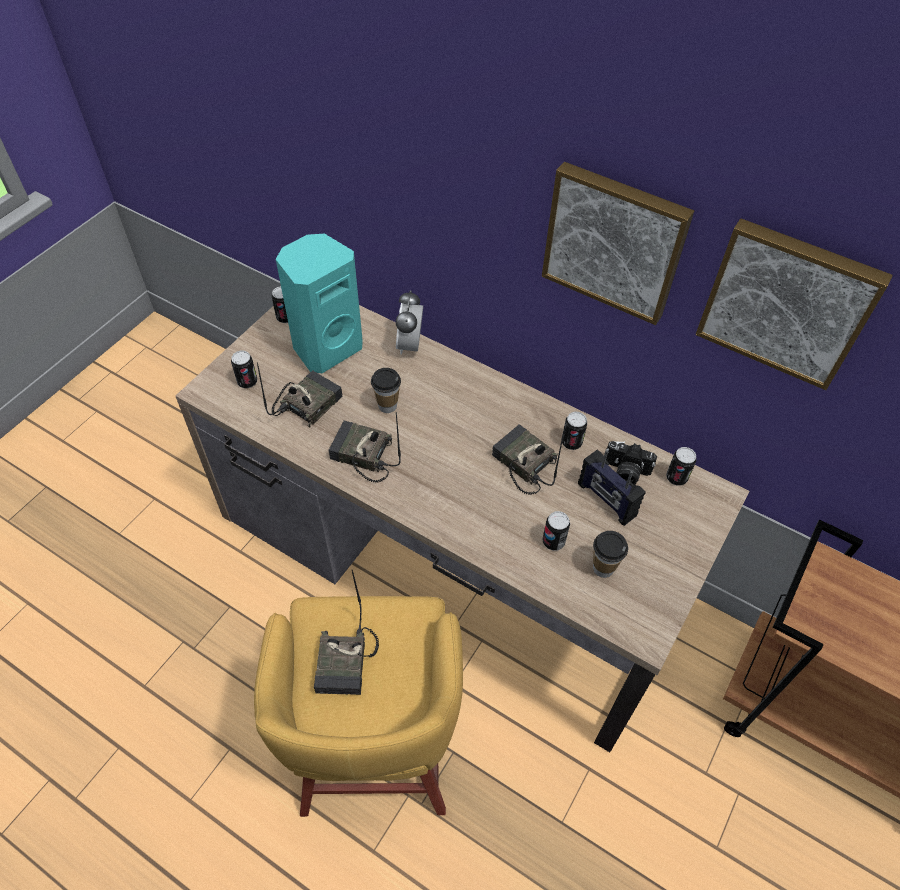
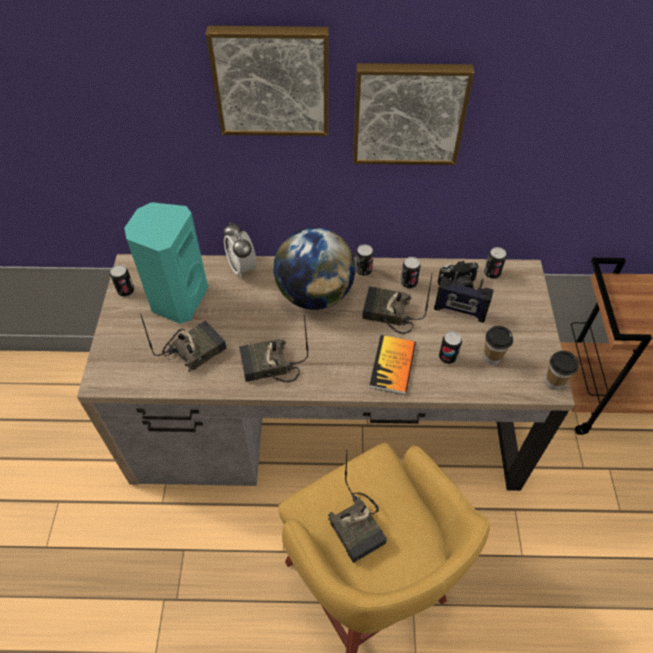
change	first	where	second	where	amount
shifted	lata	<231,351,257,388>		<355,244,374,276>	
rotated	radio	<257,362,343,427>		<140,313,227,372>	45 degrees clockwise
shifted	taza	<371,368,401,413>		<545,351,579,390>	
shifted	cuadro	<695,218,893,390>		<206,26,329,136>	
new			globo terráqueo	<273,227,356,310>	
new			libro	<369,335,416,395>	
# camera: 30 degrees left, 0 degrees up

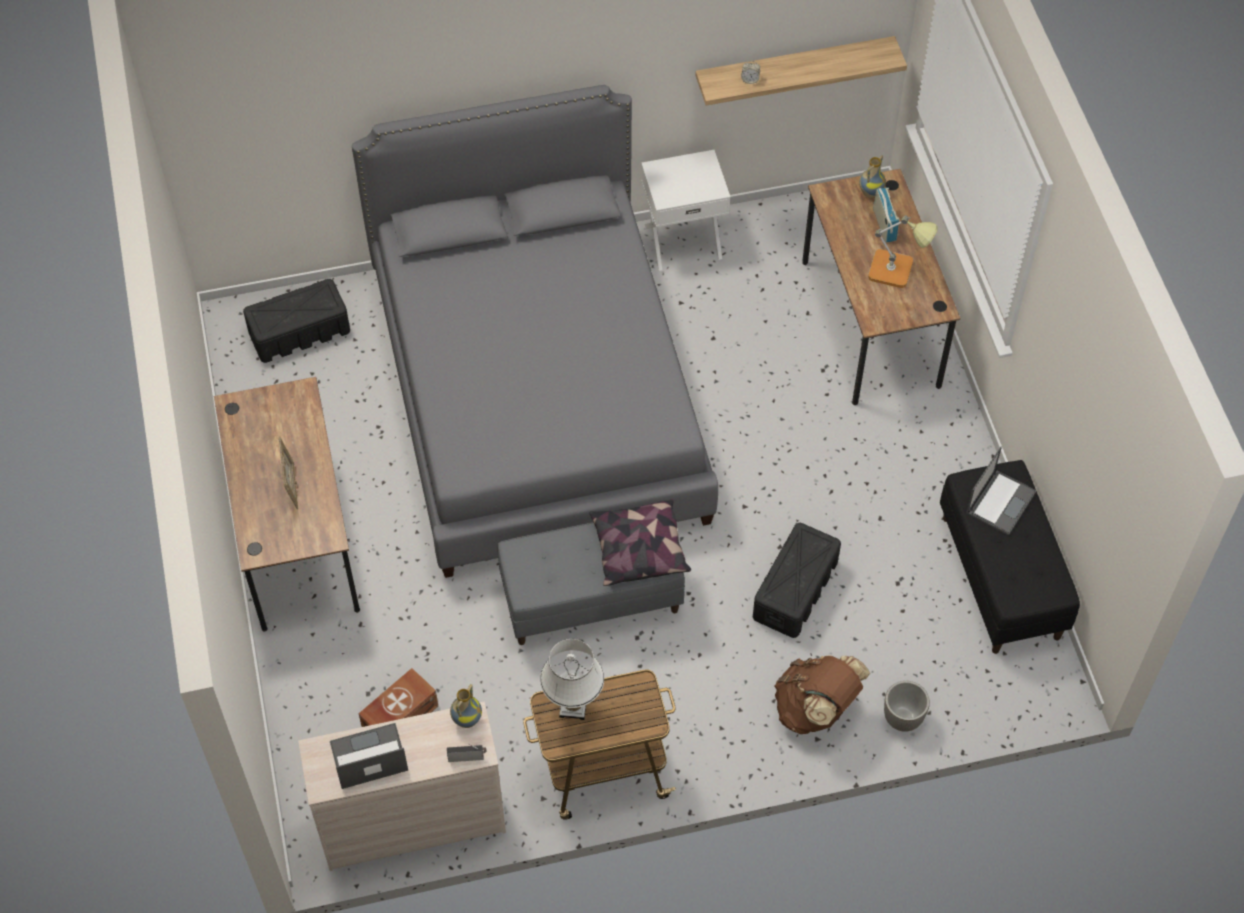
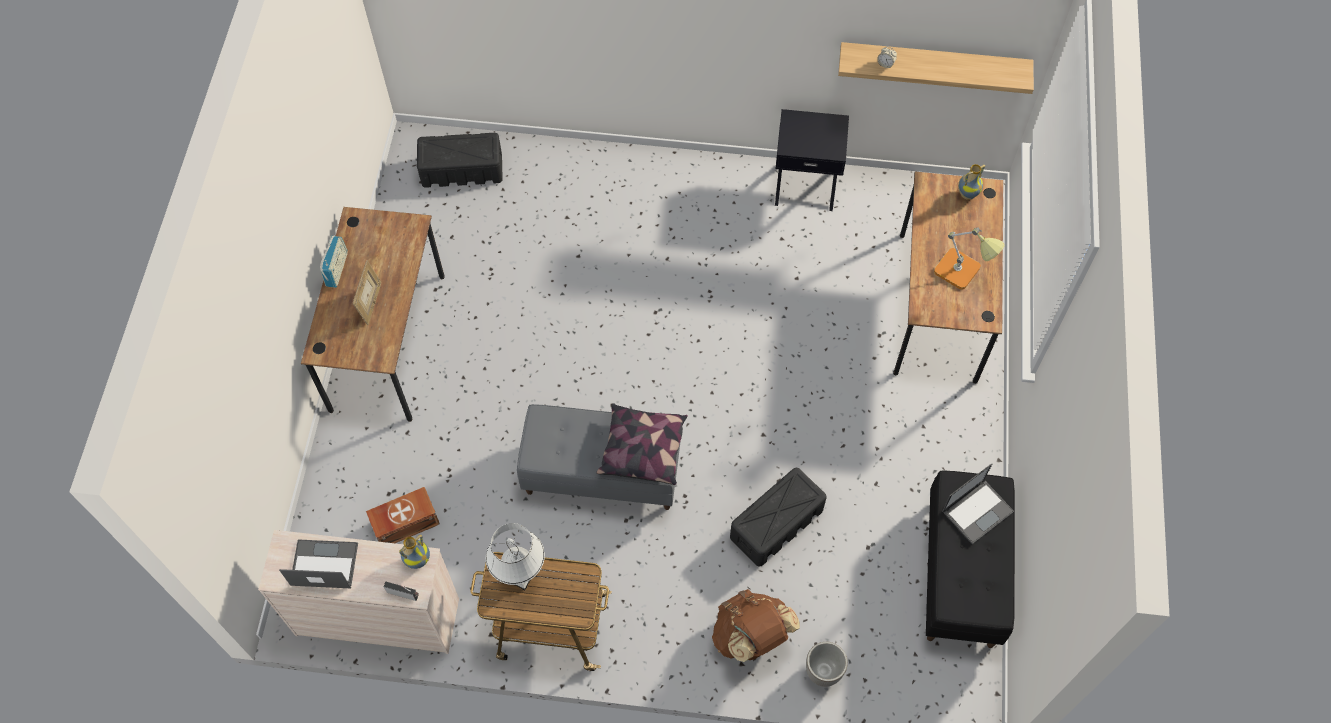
change	first	where	second	where	amount
gone	cama [gris]	<352,85,718,578>			
repainted	mesita de noche [blanco]	<641,150,730,271>	mesita de noche [negro]	<775,109,849,211>	
shifted	radio	<873,187,899,243>		<320,235,348,288>	
# camera: 20 degrees right, 5 degrees up

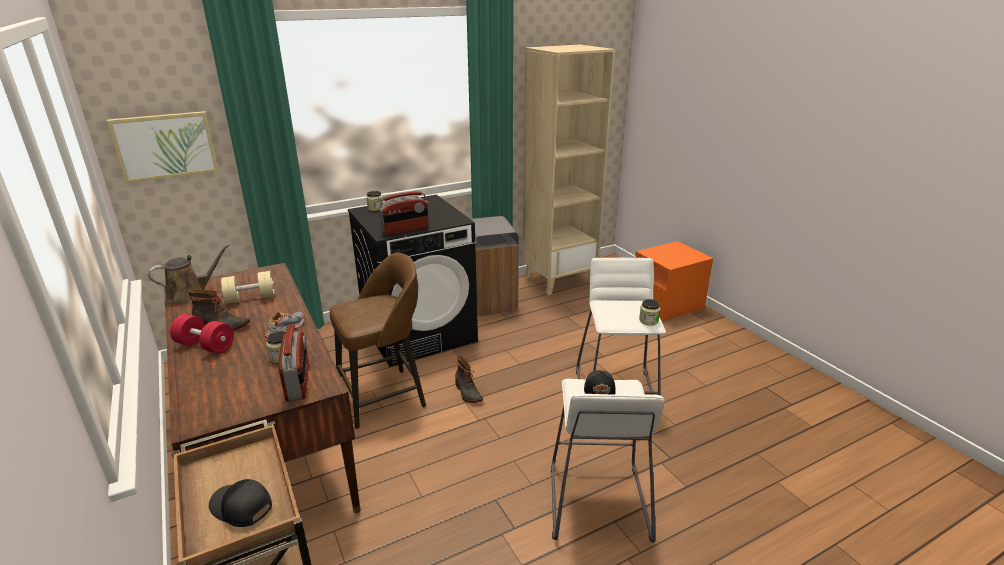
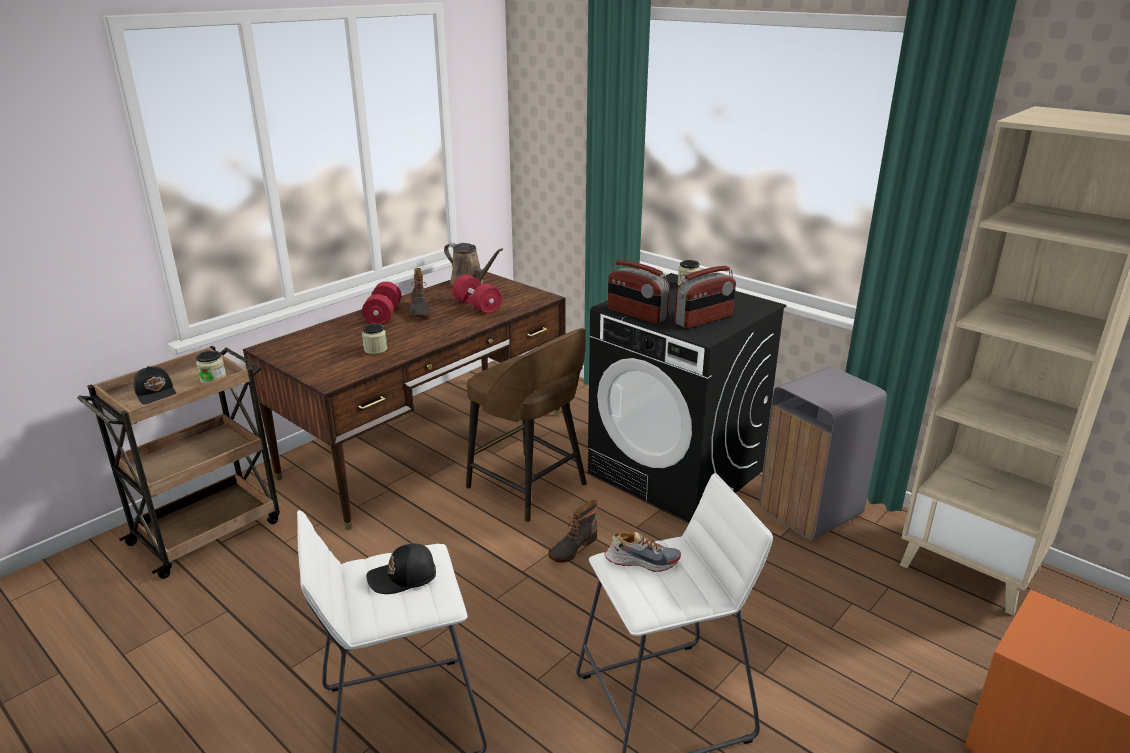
change	first	where	second	where	amount
gone	cuadro	<107,111,219,183>			
rotated	gorra [negro]	<209,479,272,527>		<134,366,177,405>	135 degrees clockwise
repainted	mancuerna [beis]	<221,271,275,304>	mancuerna [rojo]	<452,274,502,314>	
shifted	zapato	<265,312,304,338>		<604,532,681,572>	
shifted	radio	<279,324,309,401>		<675,266,736,329>	
shifted	tarro	<639,299,660,326>		<196,351,227,384>	
# camera: 70 degrees right, 0 degrees up

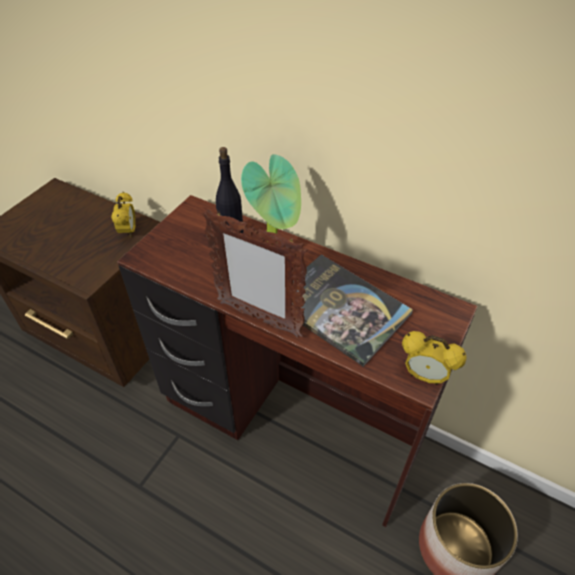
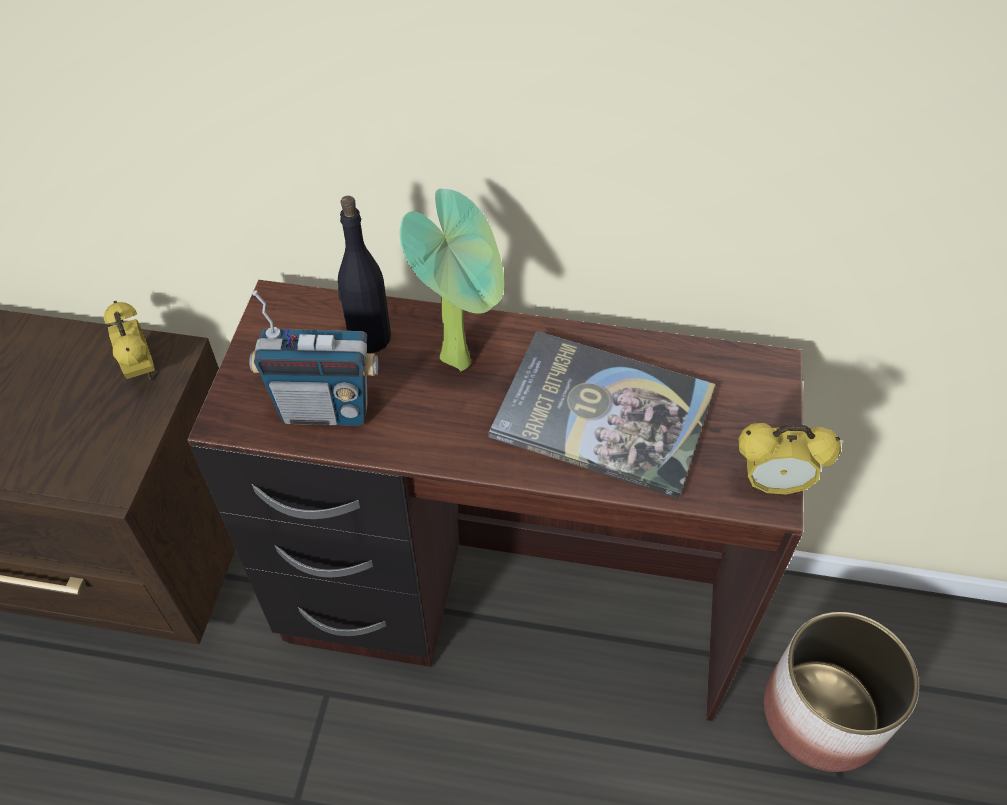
change	first	where	second	where	amount
gone	portarretratos	<202,209,308,338>			
new			radio	<249,290,378,426>	
# camera: 20 degrees left, 5 degrees up

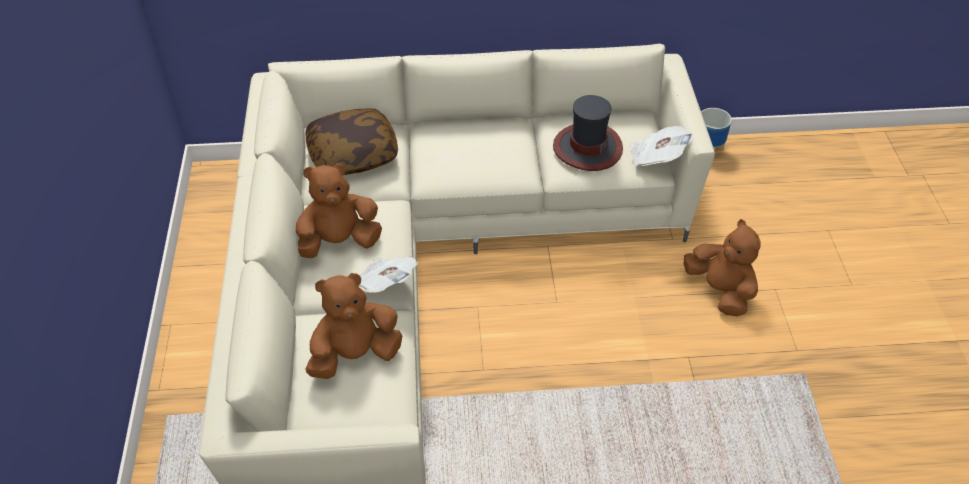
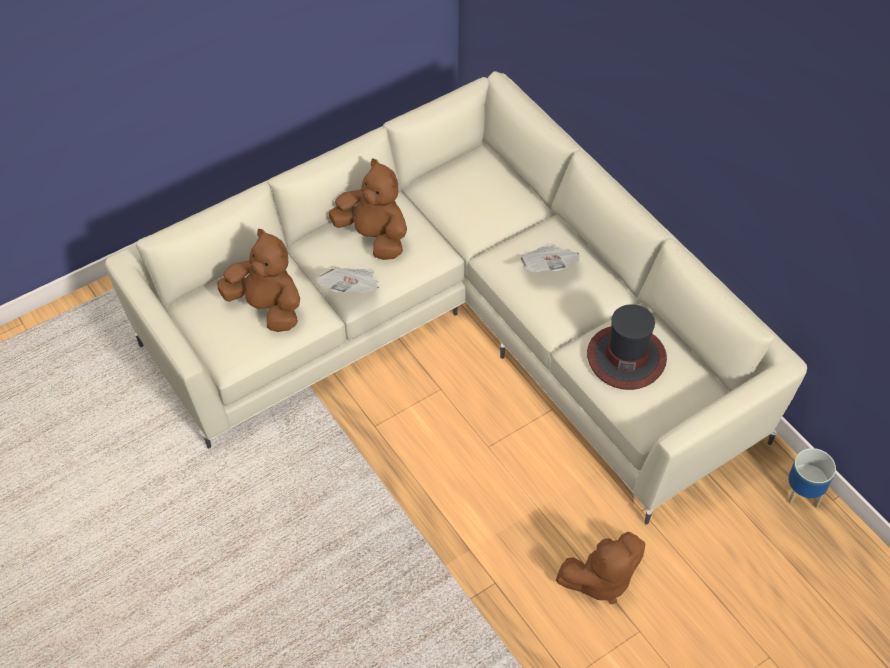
change	first	where	second	where	amount
gone	cojín	<305,108,398,175>			
shifted	periódico	<629,126,694,166>		<520,243,580,272>	
rotated	peluche [marrón]	<684,219,761,316>		<556,532,645,604>	45 degrees clockwise
# camera: 60 degrees right, 5 degrees up

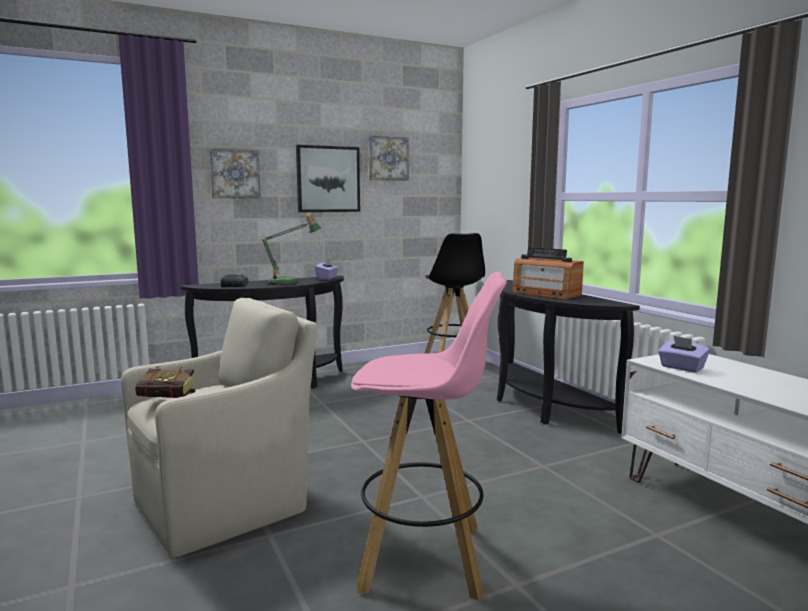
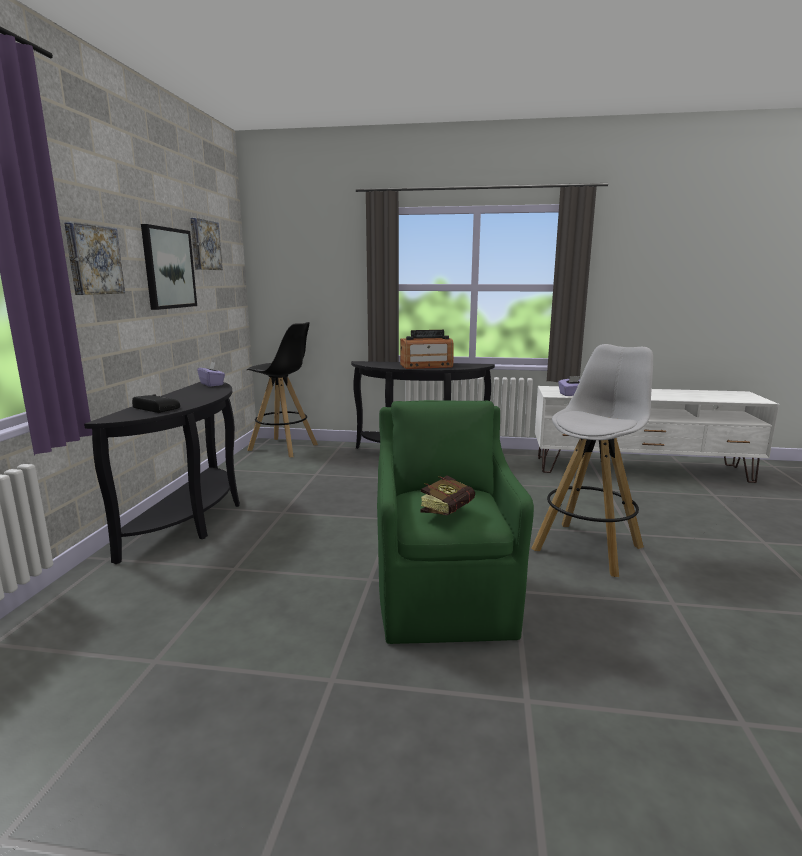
change	first	where	second	where	amount
repainted	sillón [beis]	<121,298,317,558>	sillón [verde]	<377,400,534,644>	
gone	lámpara de mesa	<262,213,322,285>			
repainted	taburete [rosa]	<351,272,507,600>	taburete [blanco]	<532,344,653,577>	
# camera: 55 degrees left, 5 degrees up

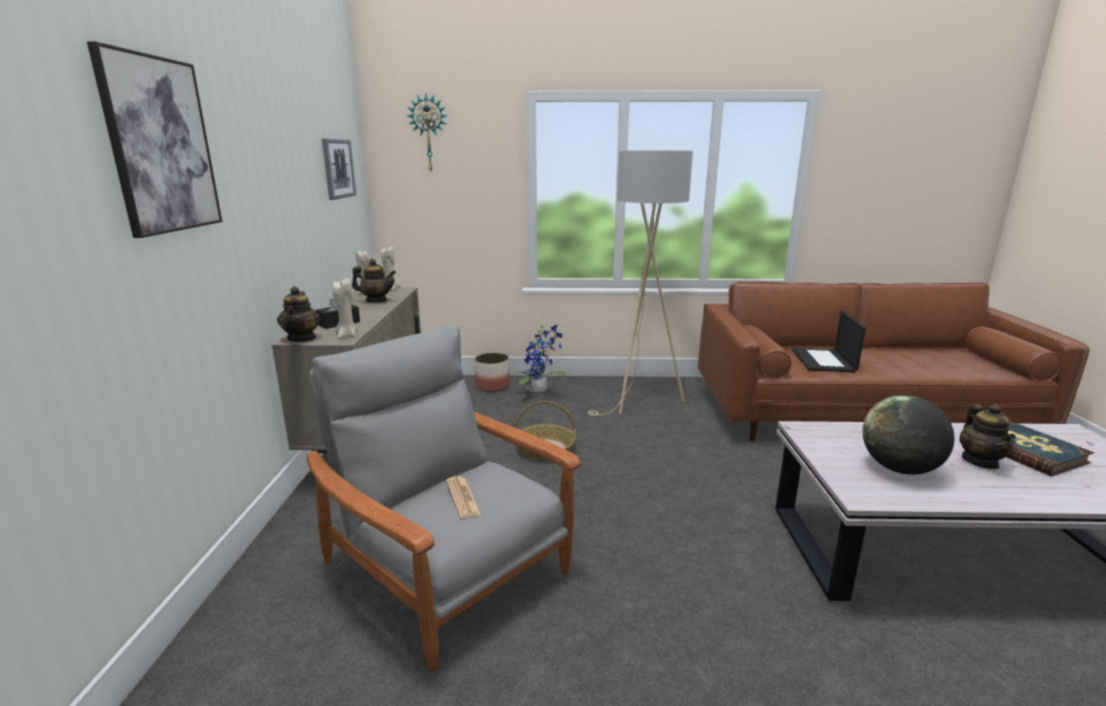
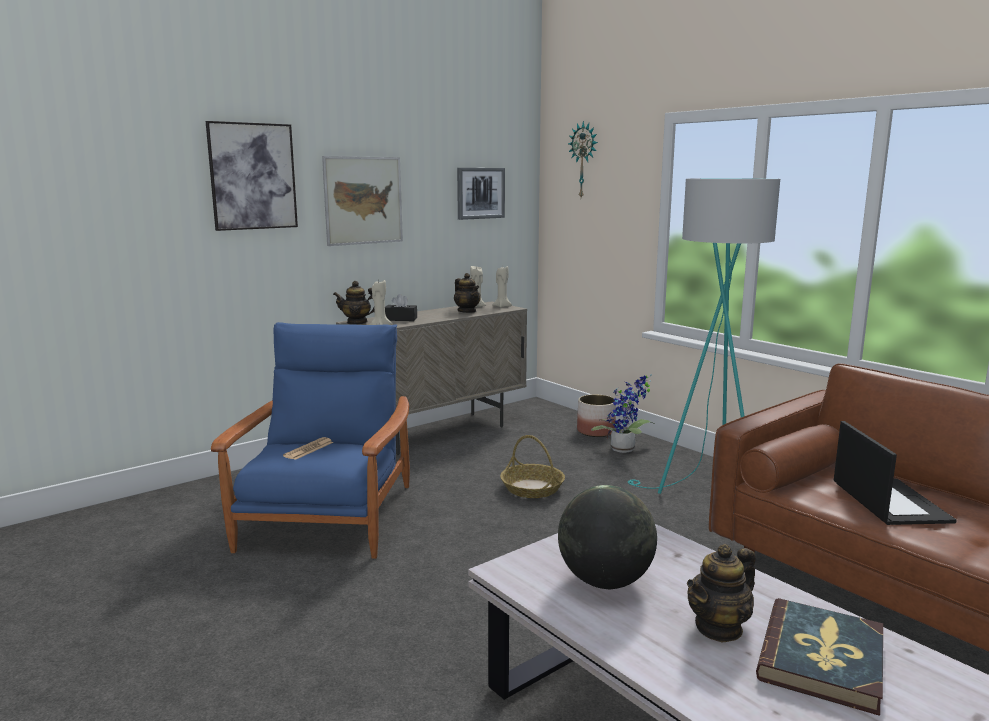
change	first	where	second	where	amount
rotated	tetera	<277,286,320,342>		<333,281,374,325>	45 degrees clockwise
repainted	sillón [gris]	<307,324,581,672>	sillón [azul]	<211,322,410,559>	
repainted	lámpara de pie [beis]	<588,150,693,416>	lámpara de pie [turquesa]	<628,179,780,494>	
rotated	portátil	<792,311,866,373>		<834,421,956,525>	120 degrees clockwise
new			cuadro	<322,156,403,246>	
# camera: 50 degrees right, 5 degrees down

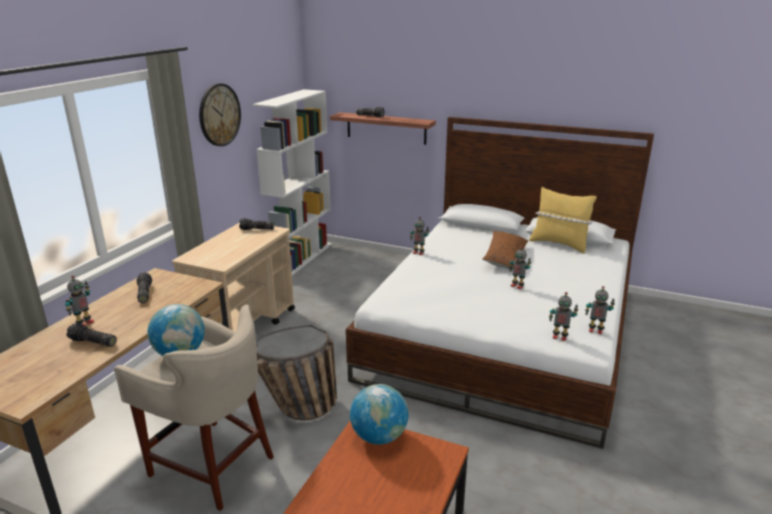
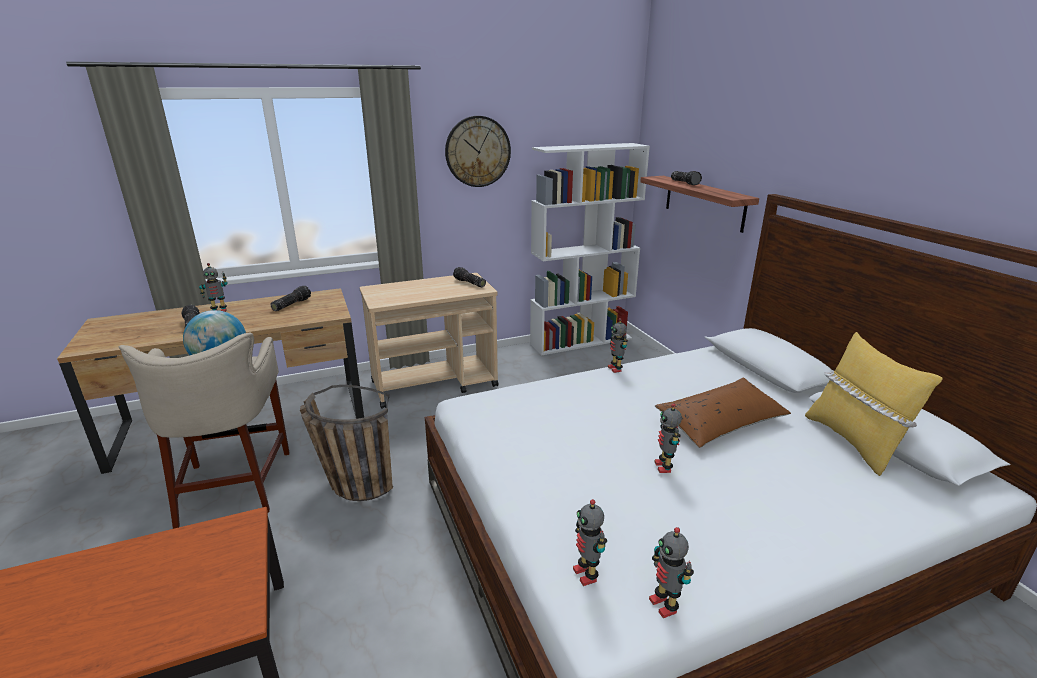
change	first	where	second	where	amount
gone	globo terráqueo	<350,384,408,445>			
# camera: 45 degrees right, 0 degrees up

